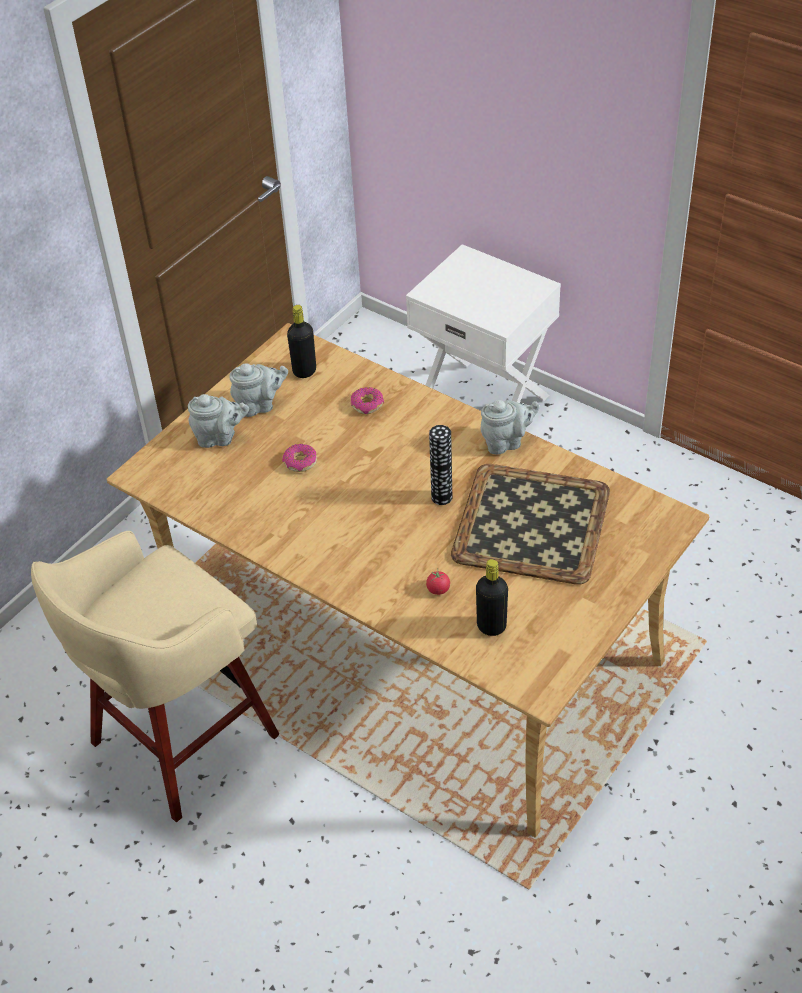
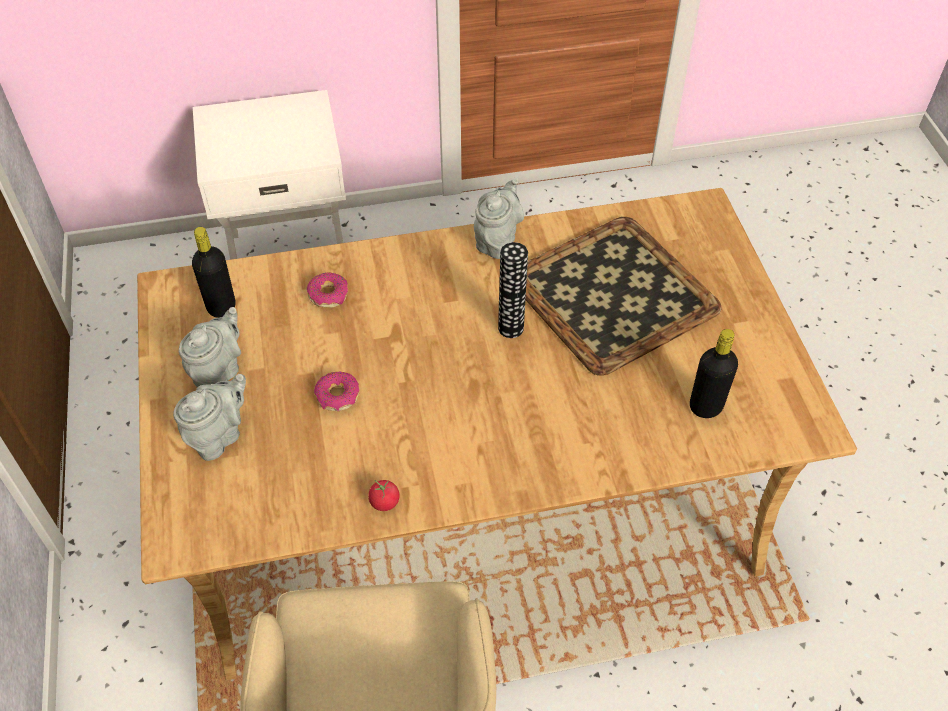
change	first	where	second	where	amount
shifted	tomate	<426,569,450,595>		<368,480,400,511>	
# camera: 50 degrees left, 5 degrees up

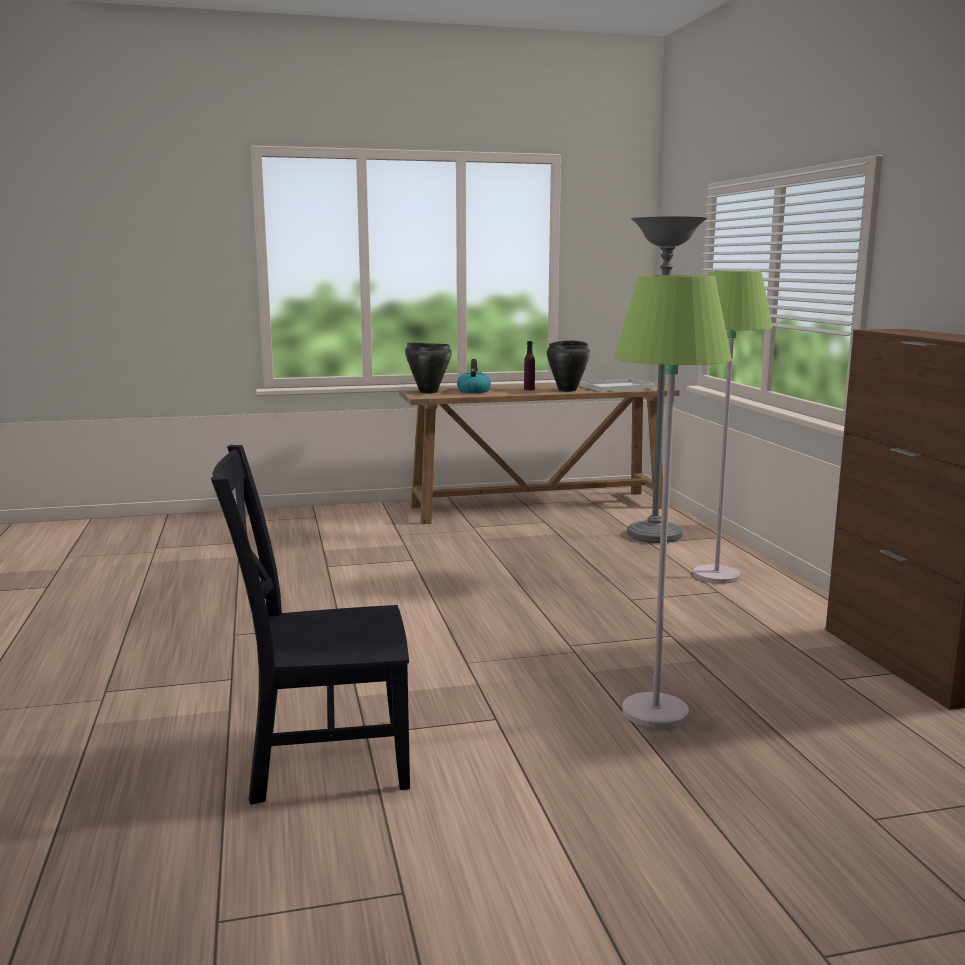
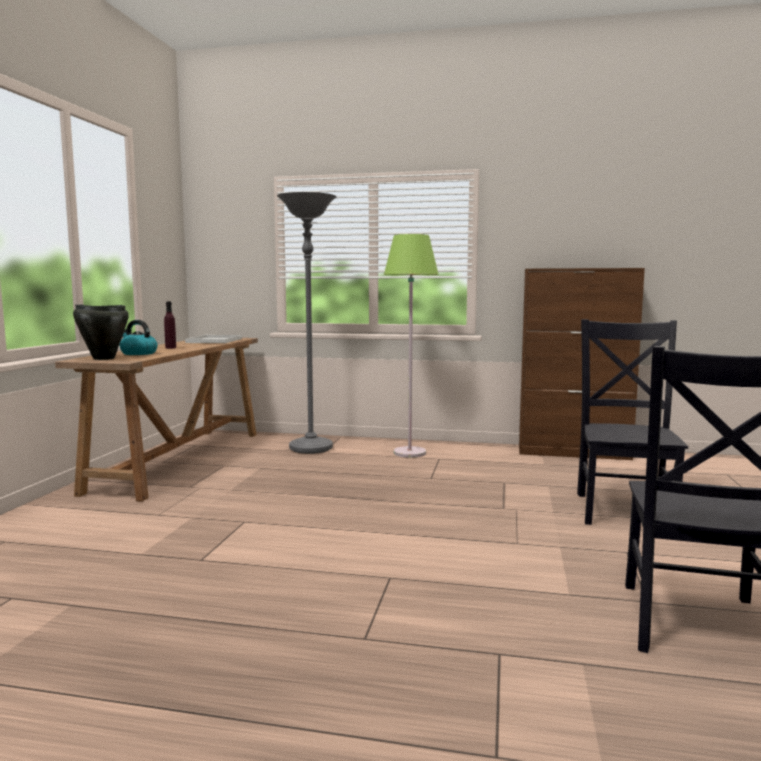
change	first	where	second	where	amount
gone	olla [negro]	<547,340,590,392>			
swapped	lámpara de pie [verde]	<614,275,732,729>	silla [negro]	<577,319,688,525>	
# camera: 65 degrees left, 5 degrees down

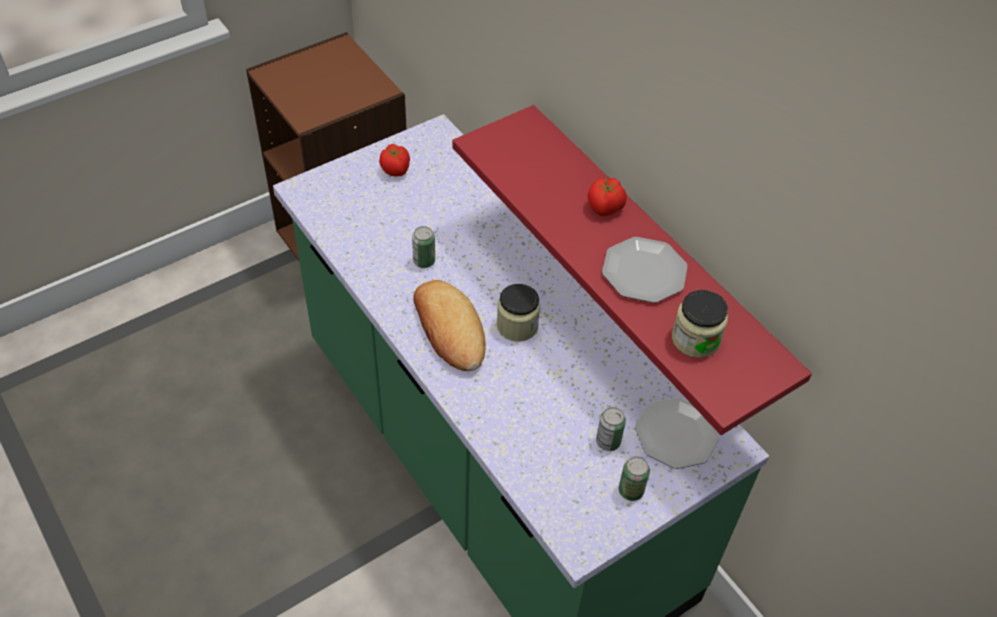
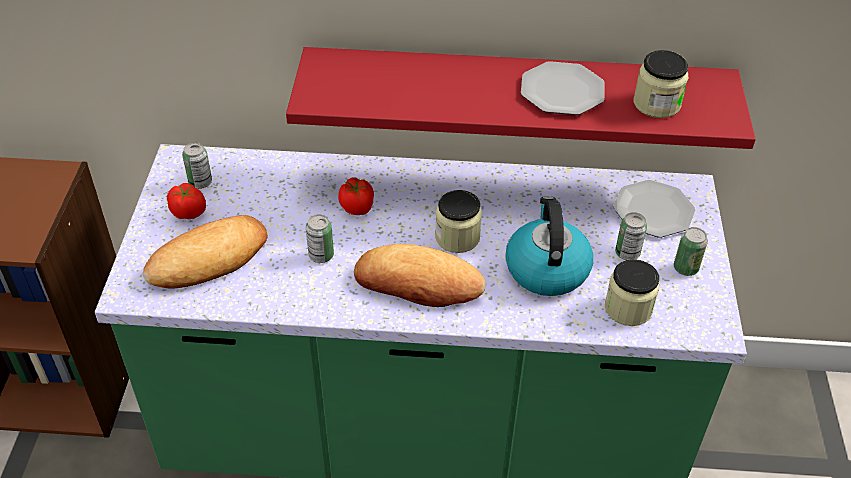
change	first	where	second	where	amount
shifted	tomate	<587,177,627,216>		<338,178,374,215>	
new			pan	<143,215,268,288>	
new			lata	<182,142,212,189>	
new			hervidor	<505,196,593,296>	
new			tarro	<605,259,659,326>	
# camera: 50 degrees left, 5 degrees down

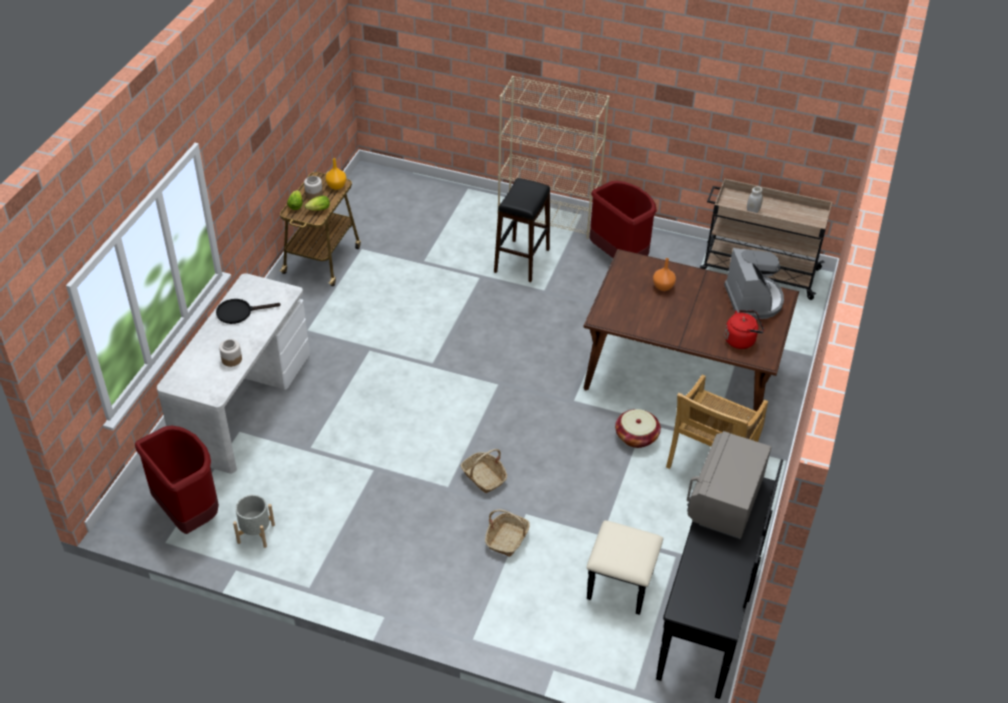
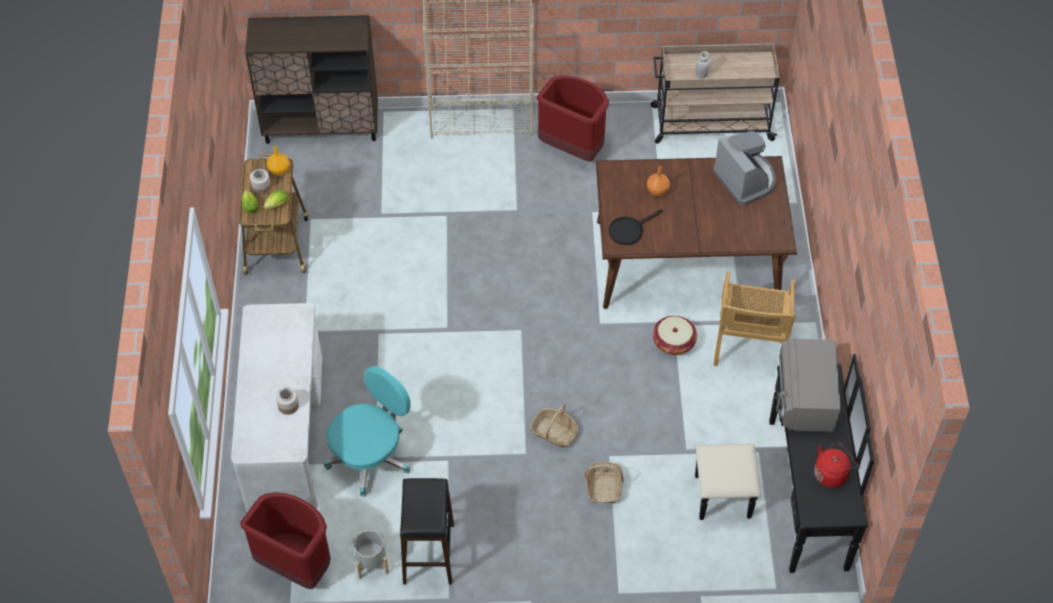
change	first	where	second	where	amount
shifted	sartén [negro]	<216,299,281,324>		<609,209,663,245>	
shifted	taburete [negro]	<494,178,550,282>		<400,478,454,585>	
shifted	hervidor [rojo]	<725,310,764,349>		<814,442,859,488>	
new			armario [marrón]	<245,15,378,144>	
new			silla de oficina [turquesa]	<324,366,411,497>	
# camera: 20 degrees left, 10 degrees up

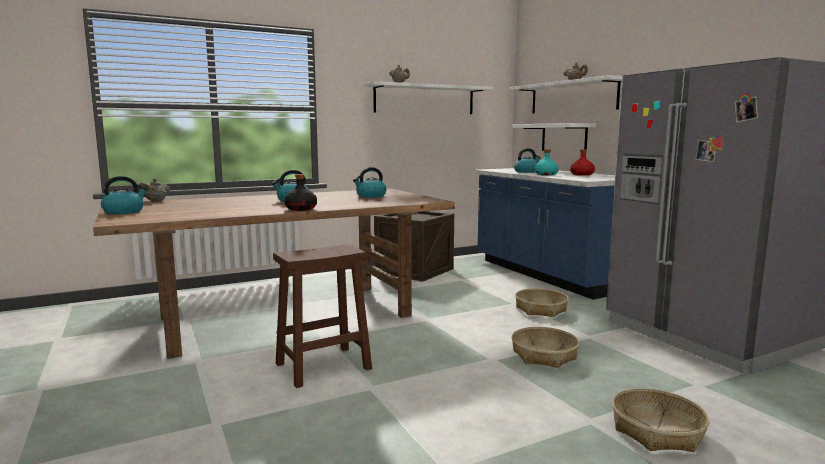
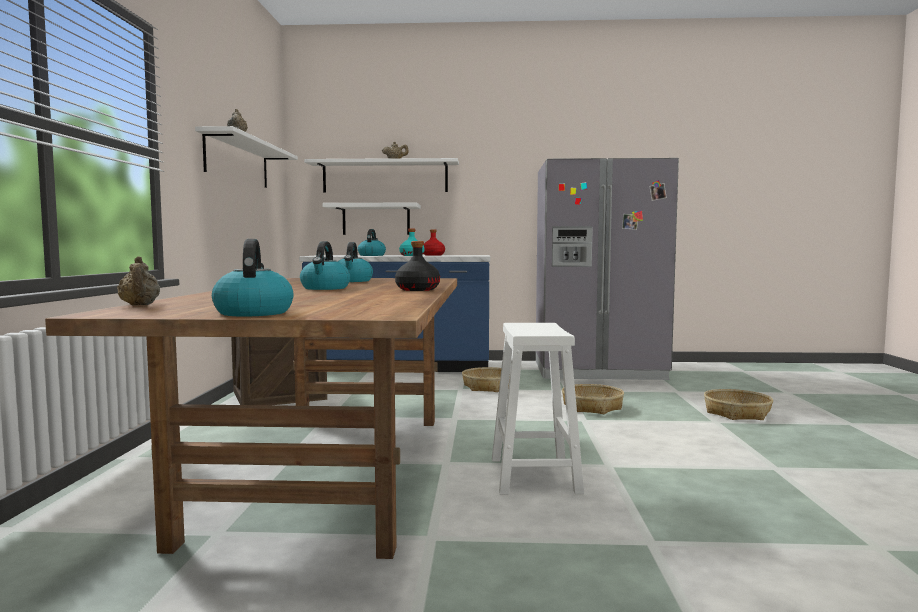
change	first	where	second	where	amount
repainted	taburete [marrón]	<273,244,372,388>	taburete [blanco]	<492,323,584,495>	
# camera: 60 degrees left, 5 degrees down

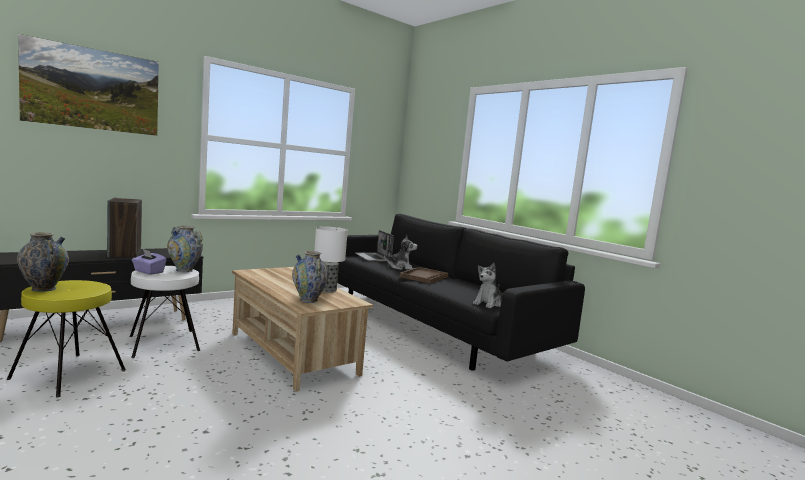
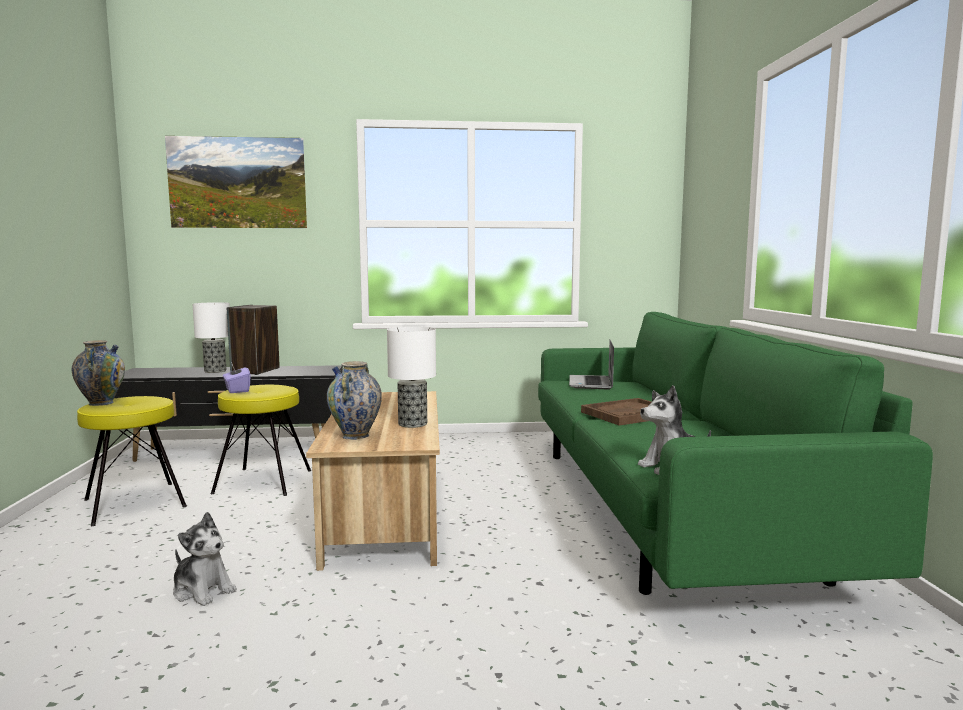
change	first	where	second	where	amount
repainted	taburete [blanco]	<130,266,200,358>	taburete [amarillo]	<211,385,311,496>	
gone	florero	<167,226,203,272>			
repainted	sofá [negro]	<337,214,585,371>	sofá [verde]	<538,312,933,595>	
shifted	peluche	<384,235,418,270>		<173,512,236,606>	
new			lámpara de mesa	<192,302,230,373>	
# camera: 35 degrees right, 0 degrees up

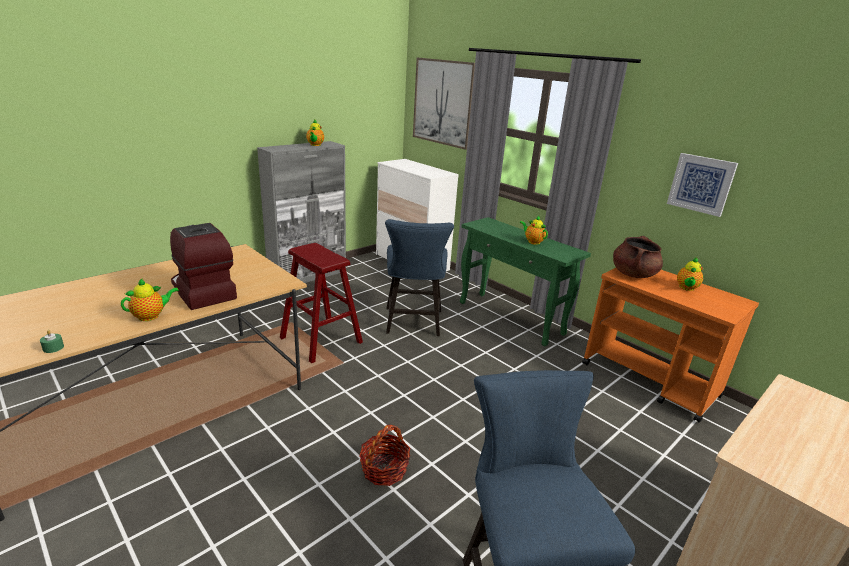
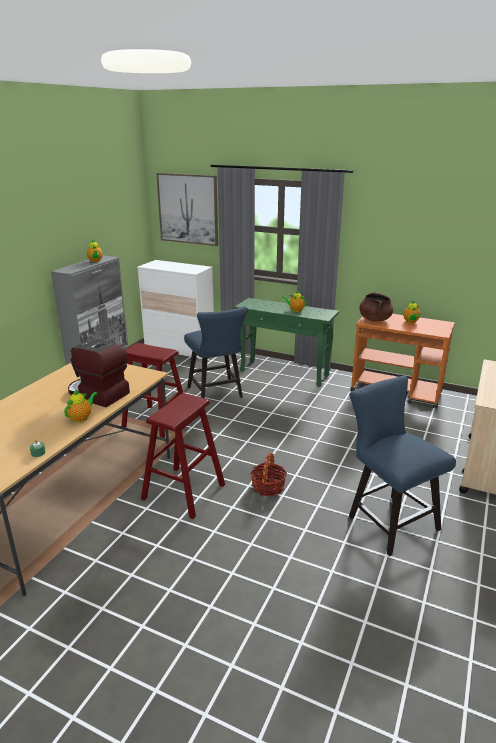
change	first	where	second	where	amount
gone	cuadro	<667,153,738,217>			
new			taburete [rojo]	<141,393,225,519>	
# camera: 20 degrees left, 0 degrees up

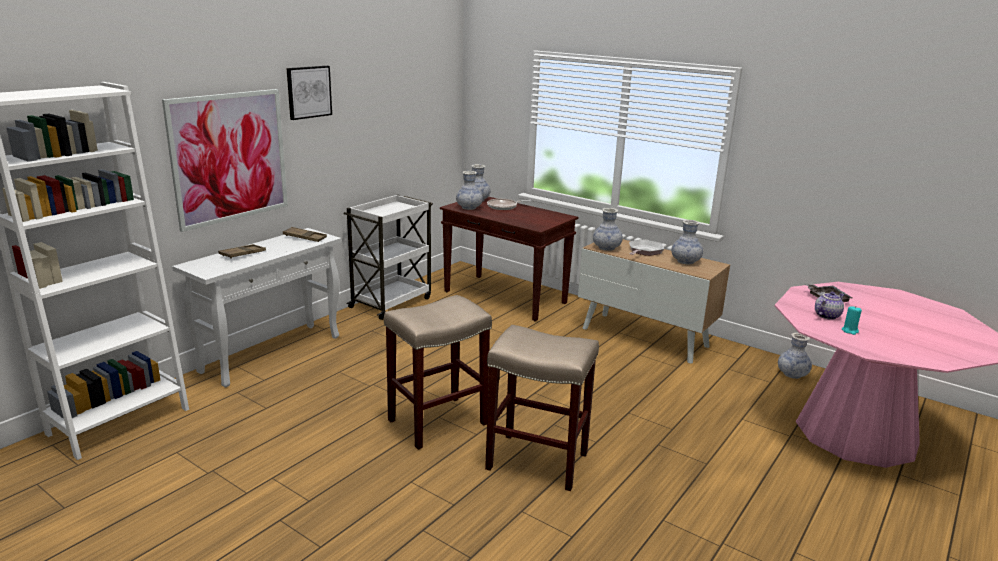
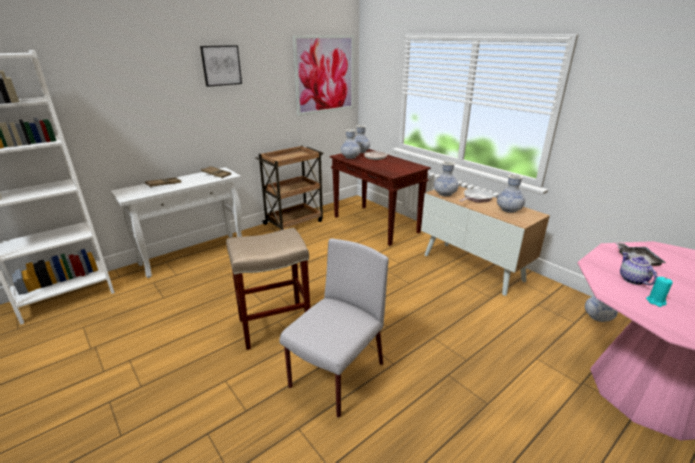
change	first	where	second	where	amount
shifted	cuadro	<162,89,288,232>		<293,35,354,116>	
repainted	carrito [blanco]	<344,194,433,320>	carrito [marrón]	<255,146,324,231>	
swapped	taburete [beis]	<485,325,599,491>	silla [gris]	<279,238,389,418>	
rotated	tetera	<815,292,844,320>		<620,252,657,285>	75 degrees counterclockwise
# camera: 15 degrees right, 5 degrees up

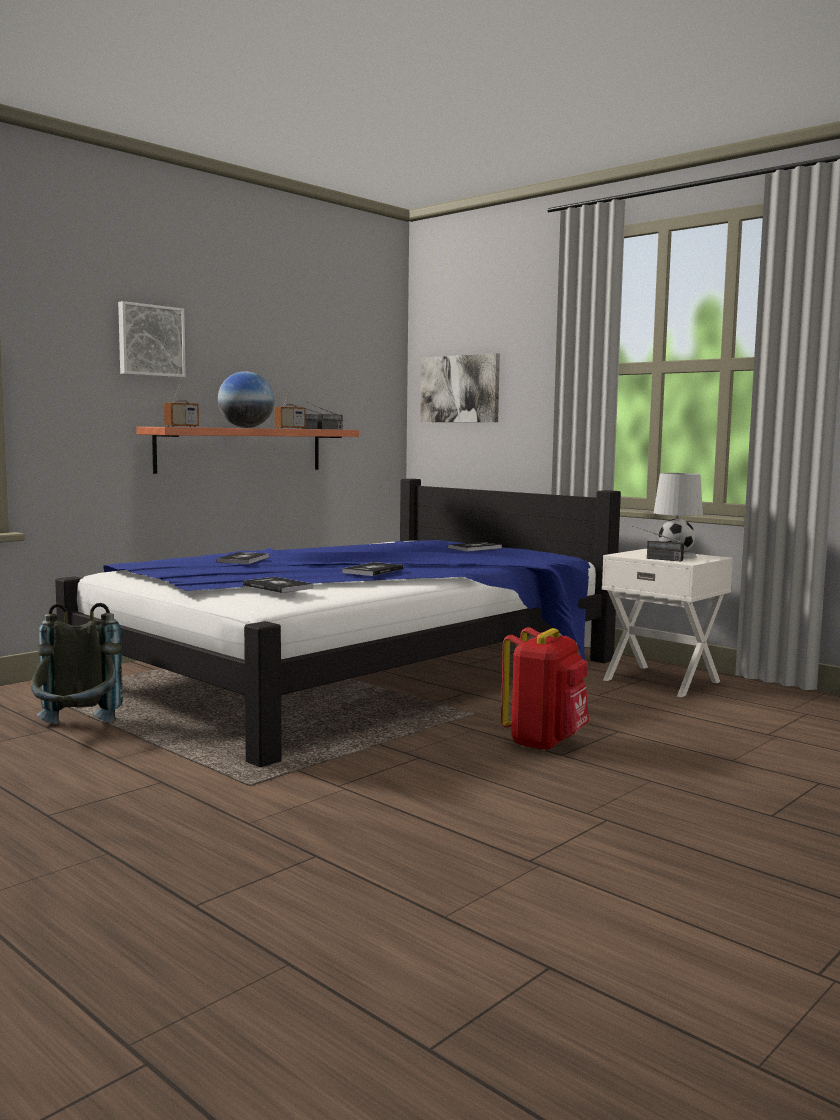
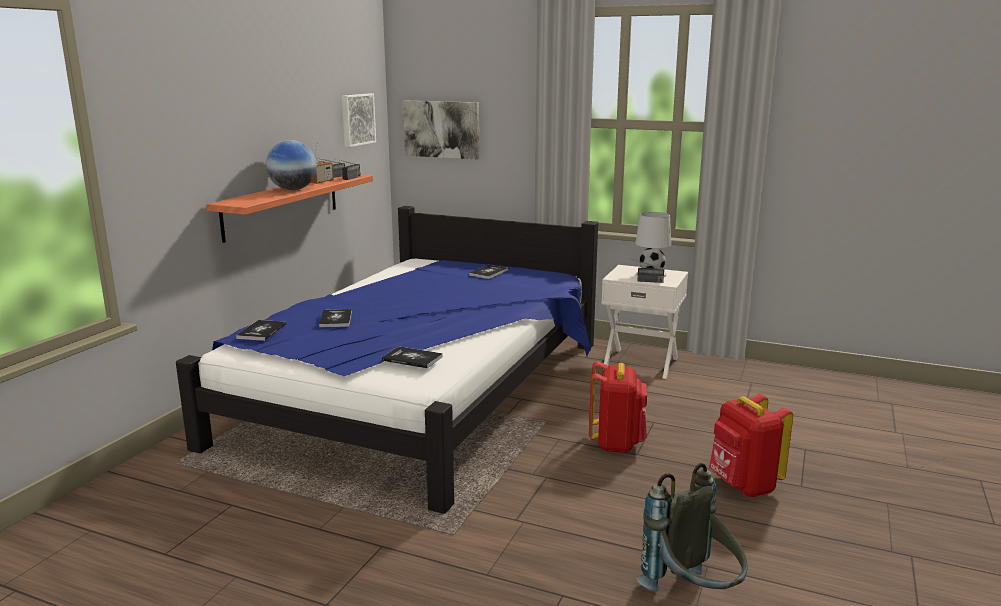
change	first	where	second	where	amount
shifted	mochila [gris]	<31,603,123,724>		<636,463,748,592>	
shifted	cuadro	<118,301,186,378>		<342,94,376,147>	
gone	radio	<164,378,199,427>			
shifted	libro	<342,562,403,576>		<236,320,286,341>	
new			mochila [rojo]	<709,394,793,497>	
# camera: 20 degrees left, 10 degrees up

